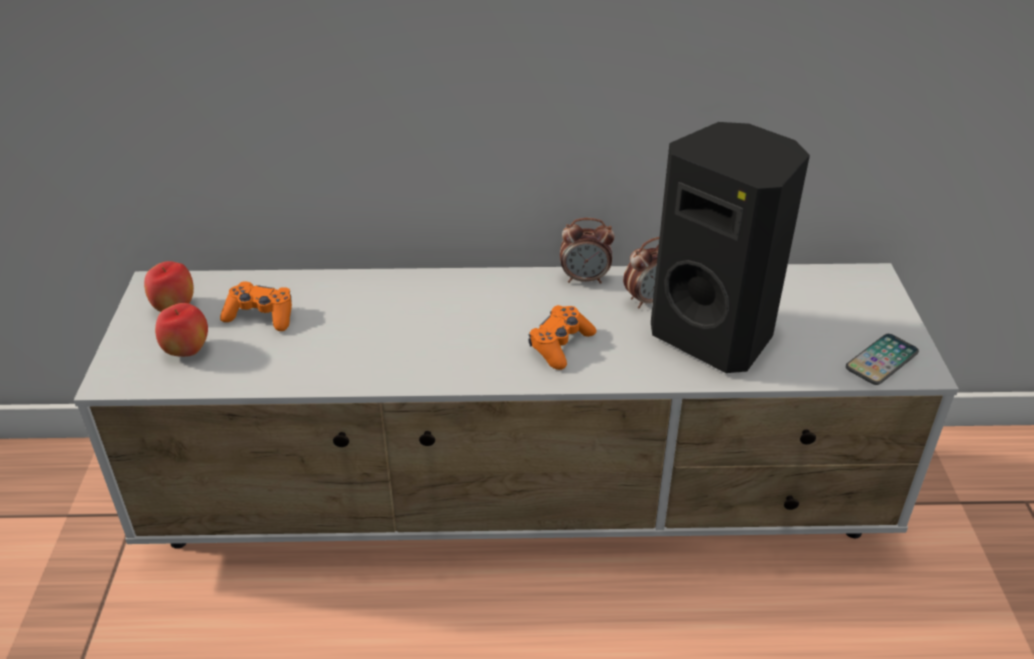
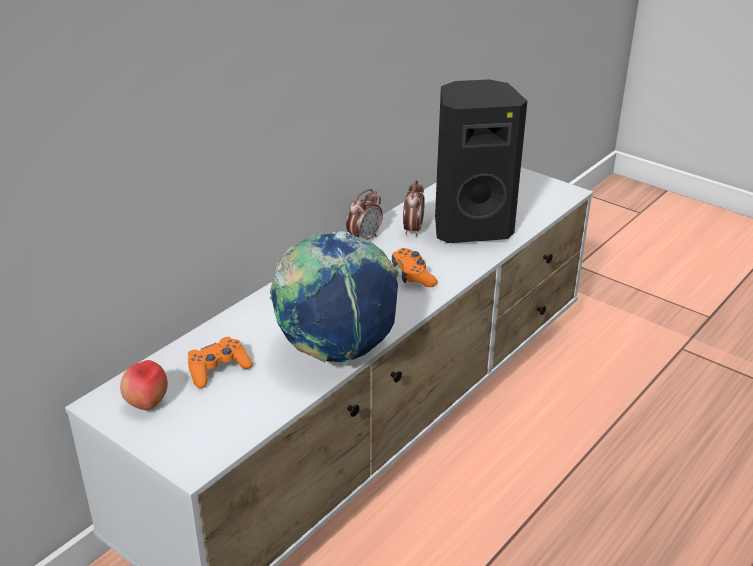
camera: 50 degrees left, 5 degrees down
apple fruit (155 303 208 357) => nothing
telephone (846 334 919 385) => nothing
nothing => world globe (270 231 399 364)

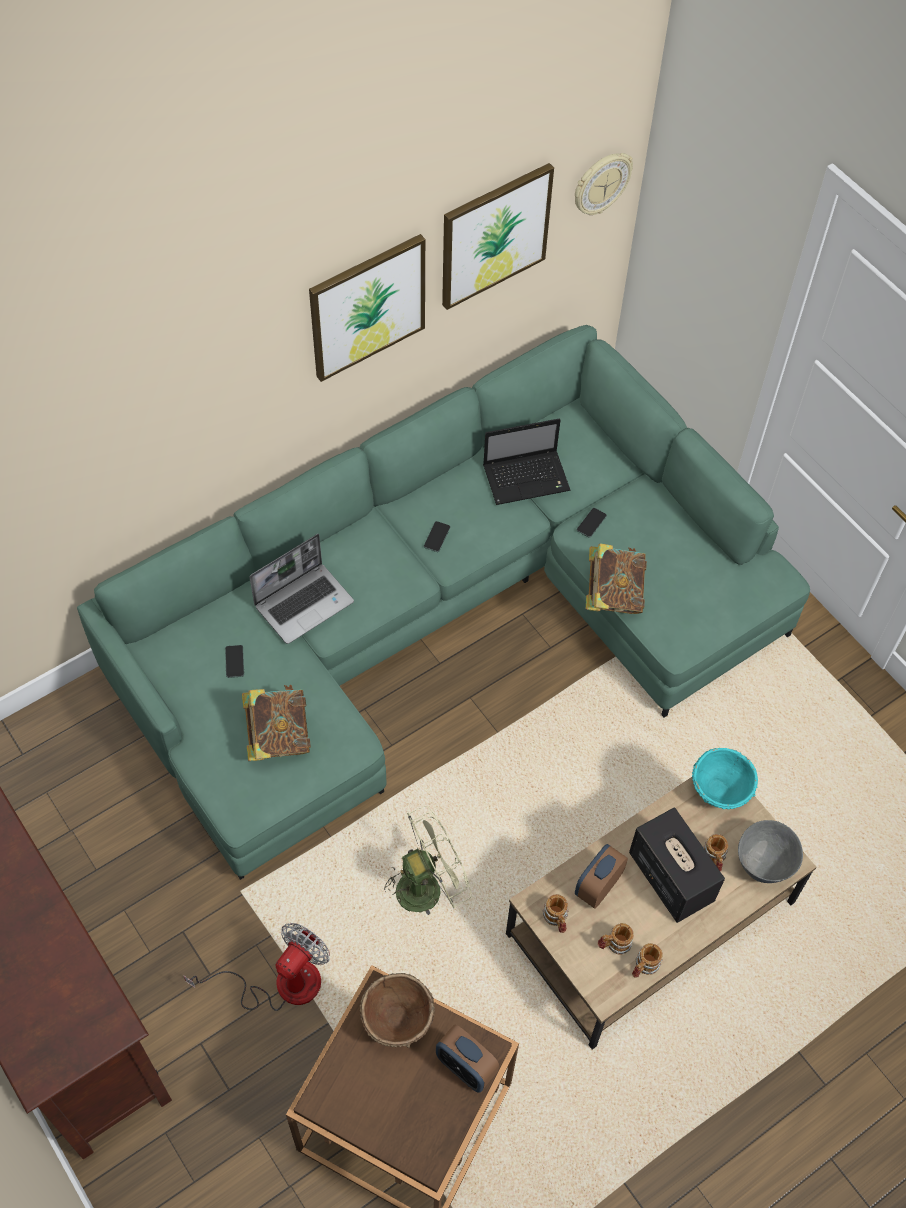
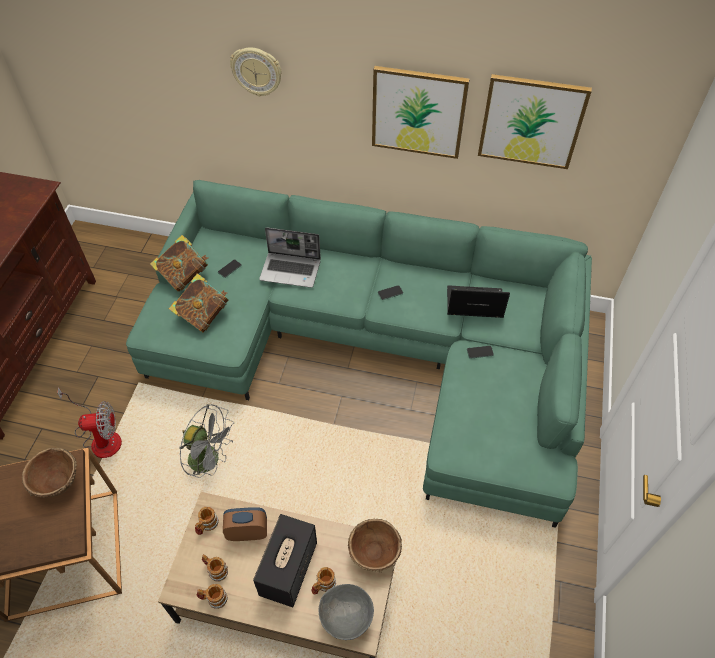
camera: 50 degrees right, 5 degrees down
greenish fan (384 806 472 915) => greyish fan (179 404 234 478)
alarm clock (436 1025 499 1093) => nothing
notebook computer (483 418 571 505) => notebook computer (447 285 510 318), 150 degrees clockwise
hanging clock (575 153 633 215) => hanging clock (230 47 282 97), shifted
bound book (586 543 647 614) => bound book (150 235 208 292), shifted
blue-green deep dish (692 748 758 809) => brown-coloured deep dish (348 519 402 573)

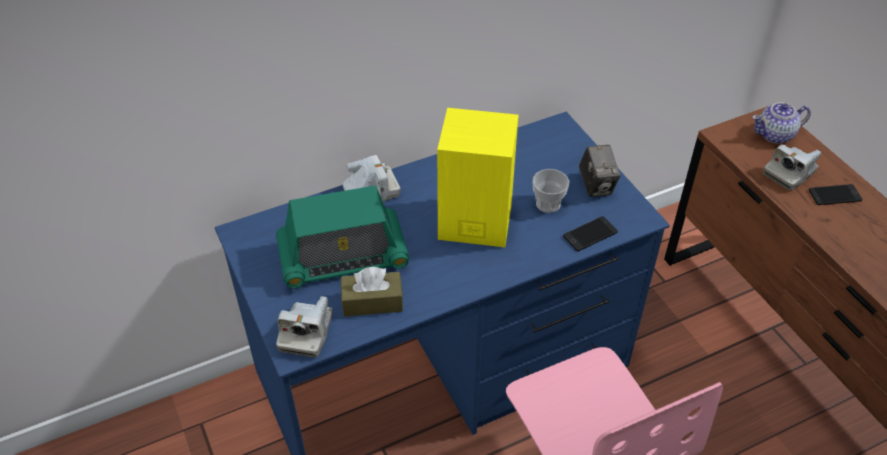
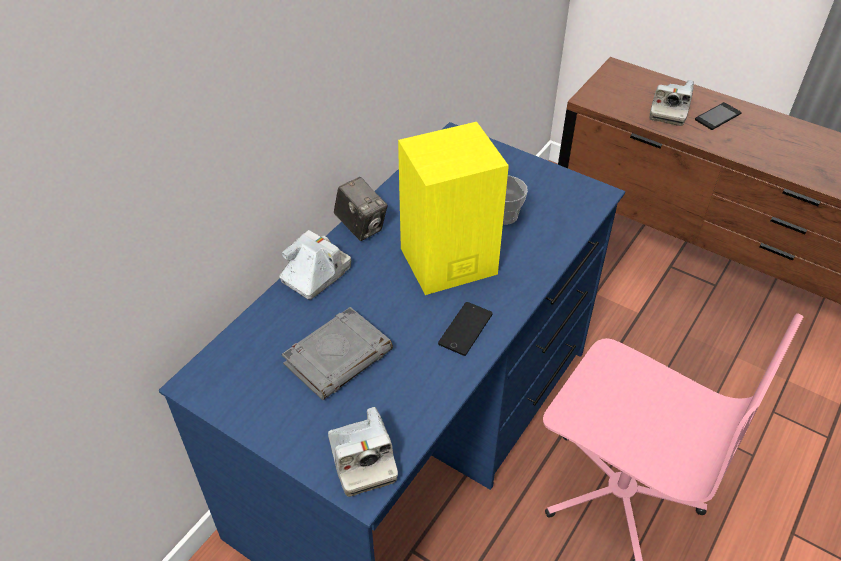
camera: 30 degrees left, 0 degrees up
radio set (276 186 409 289) => greyish bound book (282 307 393 400)
brown-coloured tissue box (341 267 403 317) => nothing
telephone (563 216 618 252) => telephone (438 302 493 356), shifted
still camera (579 145 621 197) => still camera (334 177 388 241), shifted
teapot (752 102 811 144) => nothing

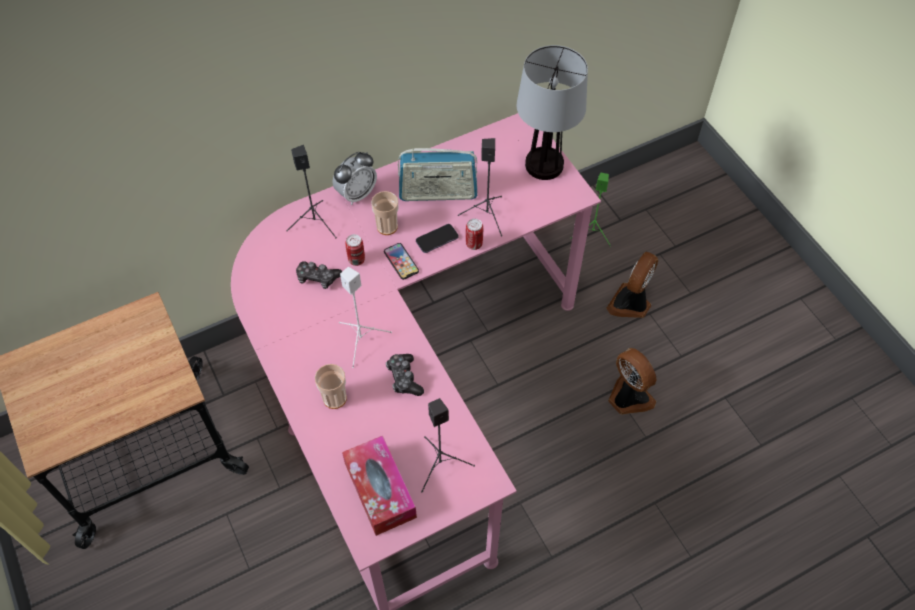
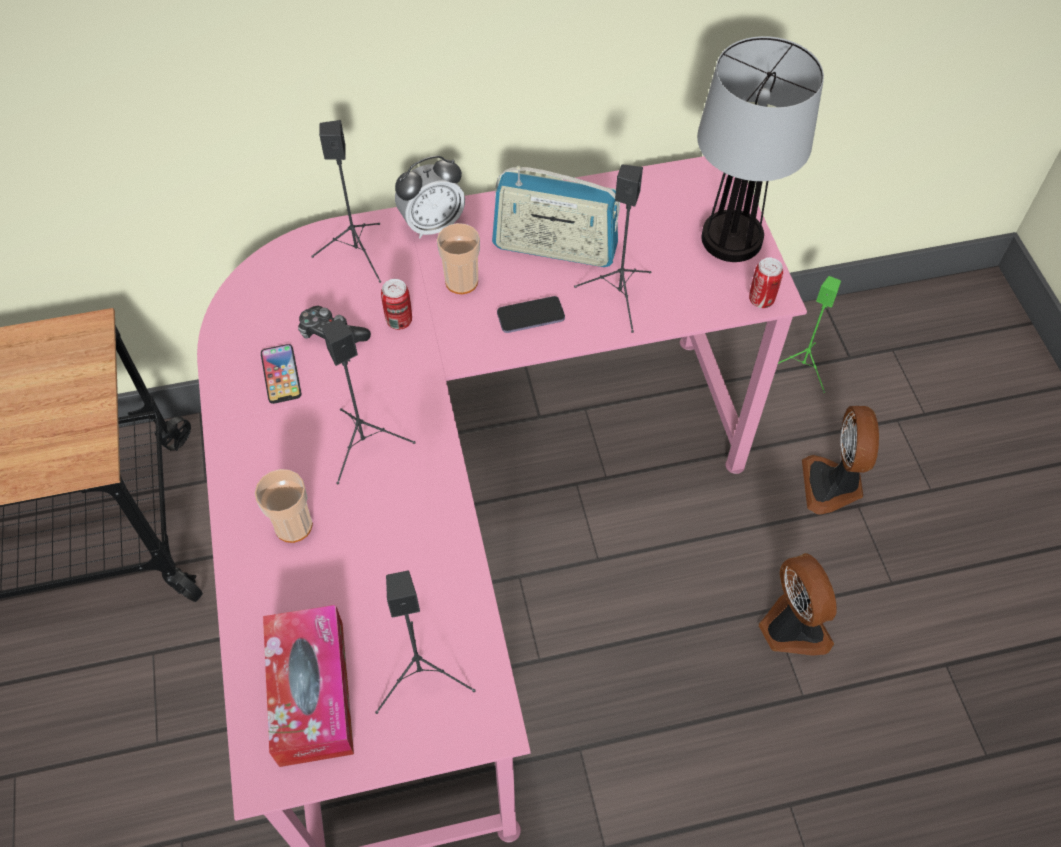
camera: 15 degrees right, 0 degrees up
whitish speaker (339 267 392 368) => black-coloured speaker (322 318 415 485)
telephone (384 243 419 280) => telephone (261 344 301 404), shifted
joypad (386 354 424 396) => nothing
can (466 219 483 250) => can (749 257 783 308), shifted
fan (606 252 658 318) => fan (802 406 879 515), 45 degrees counterclockwise

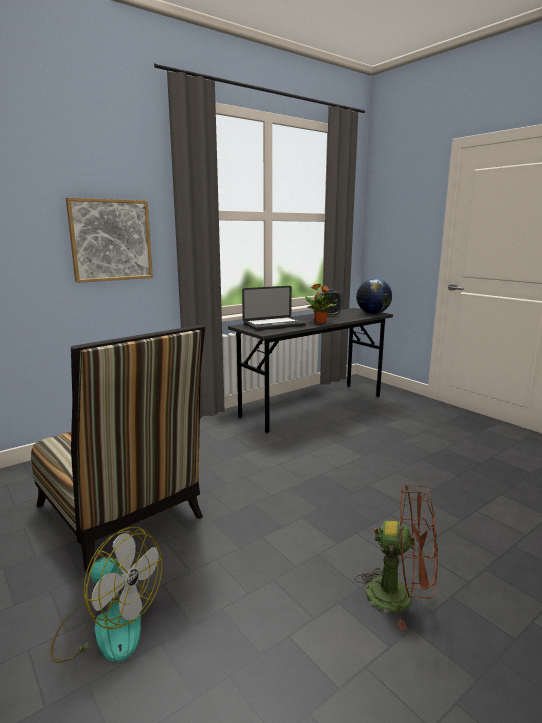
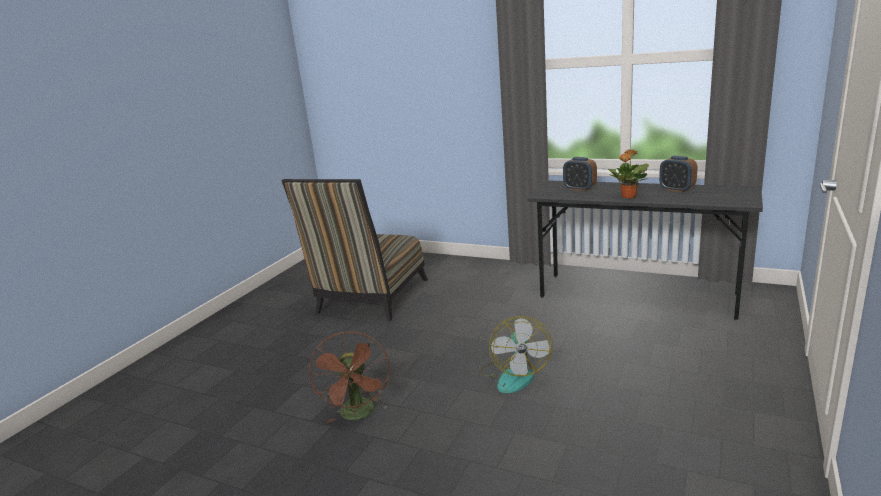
camera: 65 degrees right, 5 degrees up
fan (50 527 162 663) => fan (479 316 552 393), shifted
picture (66 197 153 283) => nothing
notebook computer (242 286 306 330) => alarm clock (563 157 597 191)
world globe (356 279 392 314) => nothing

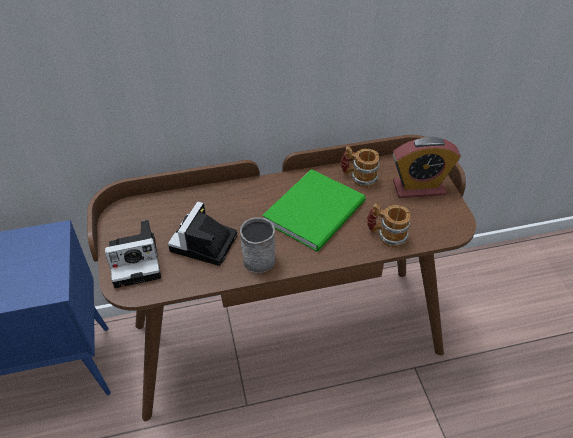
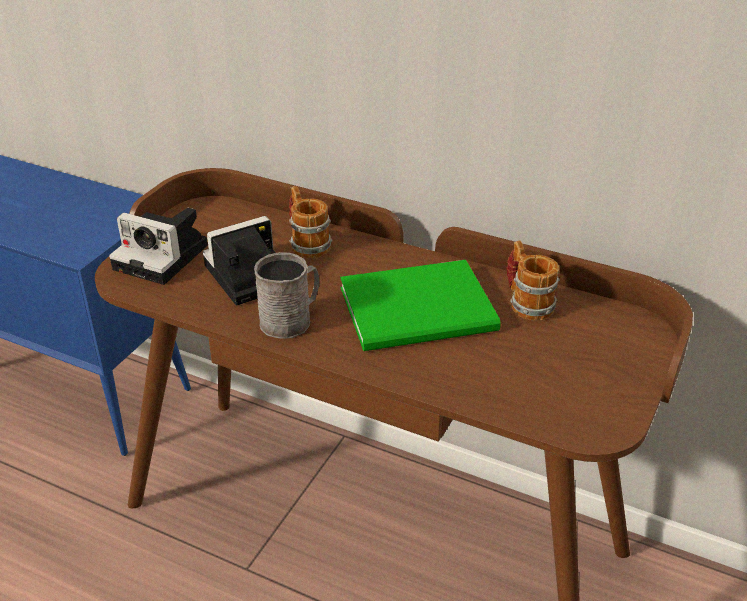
camera: 40 degrees right, 10 degrees down
tea mug (367 203 411 248) => tea mug (289 186 332 258), shifted
alarm clock (393 137 461 198) => nothing

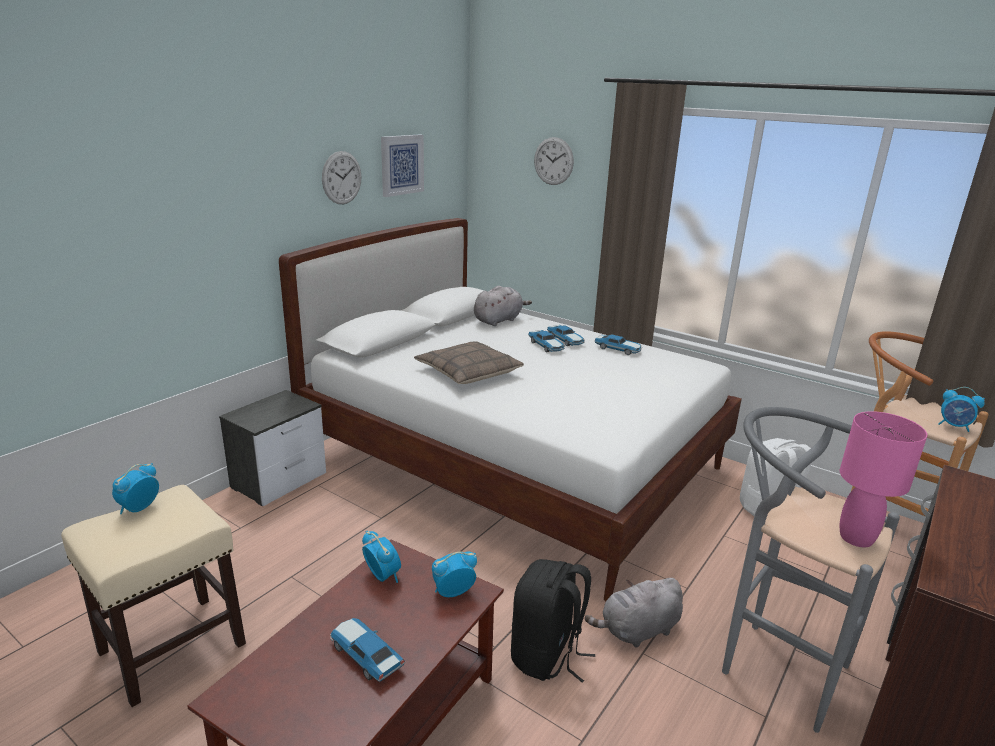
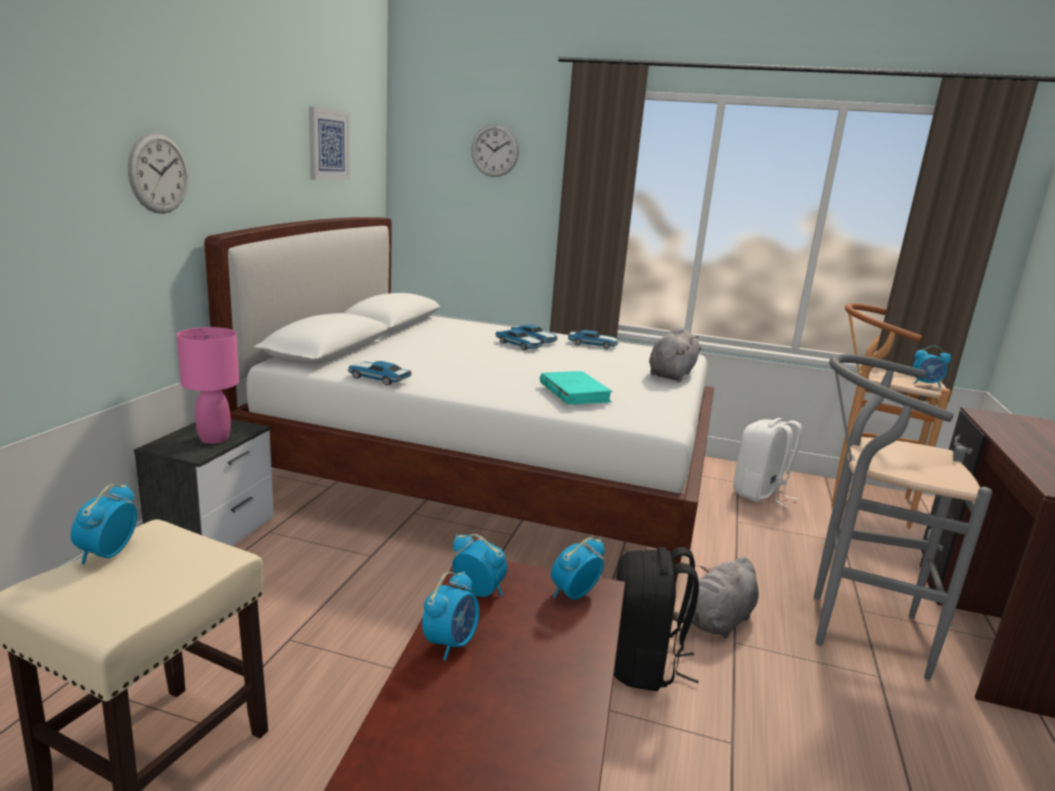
camera: 20 degrees left, 5 degrees down
hanging clock (322 151 361 204) => hanging clock (128 132 188 214), shifted
toy car (330 618 405 682) => toy car (347 361 412 386), shifted
pillow (414 341 524 384) => nothing
greyish cuddly toy (474 286 532 326) => greyish cuddly toy (649 327 701 382), shifted
pinkish lamp for a table (840 411 927 547) => pinkish lamp for a table (177 327 239 444), shifted
nothing => alarm clock (422 571 479 661)
nothing => blue-green bound book (540 371 613 405)

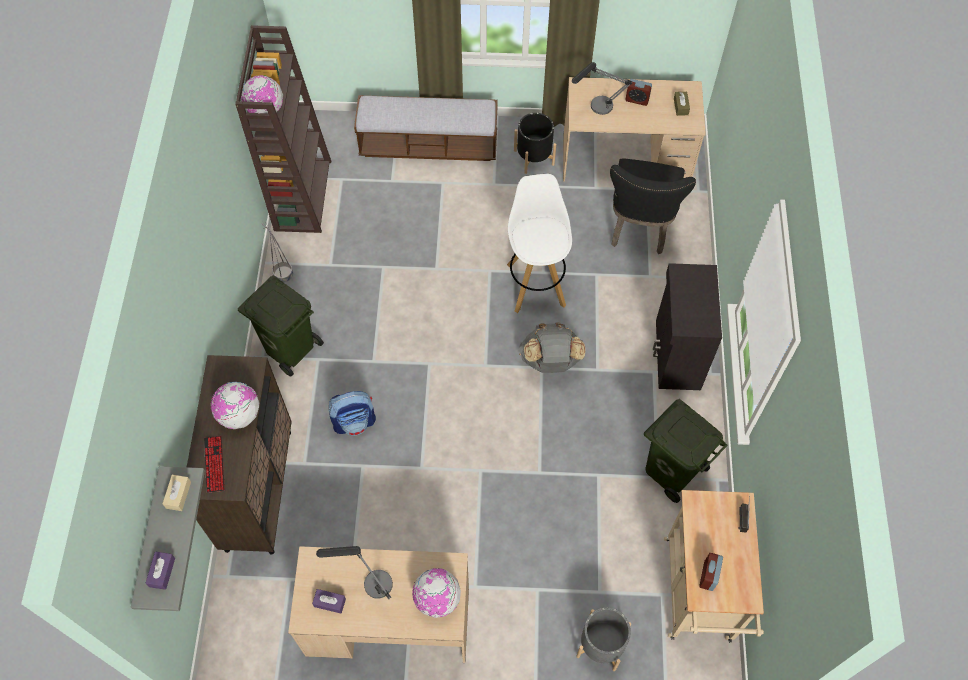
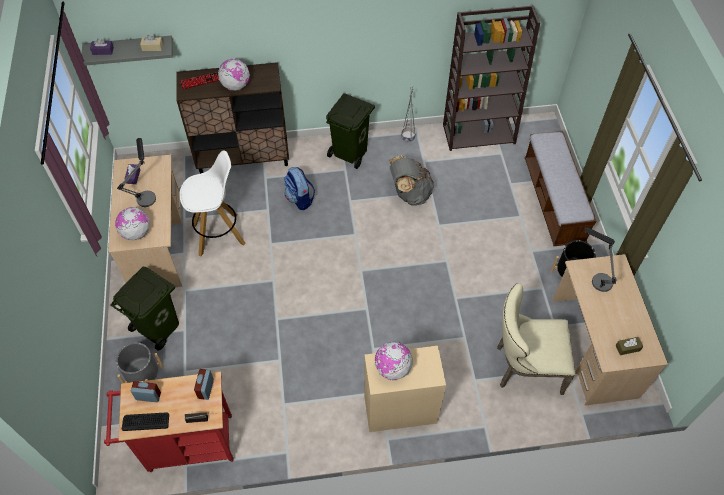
camera: 80 degrees right, 5 degrees down
world globe (241 75 283 113) => world globe (375 342 413 380), shifted
whitish stool (507 174 572 313) => whitish stool (179 150 246 256), shifted
greyish backpack (519 322 586 373) => greyish backpack (389 155 434 206), shifted
black-coloured upright chair (610 159 696 254) => beige upright chair (497 283 575 395)
alarm clock (625 79 652 106) => alarm clock (194 369 214 400), shifted
greenish waste bin (644 399 728 503) => greenish waste bin (110 266 179 350), shifted
black-coloured cabinet (653 263 722 390) => beige cabinet (364 346 446 432)
beige wheeled cart (664 490 764 643) => red-coloured wheeled cart (104 372 234 472)
nothing => computer keyboard (122 412 169 431)

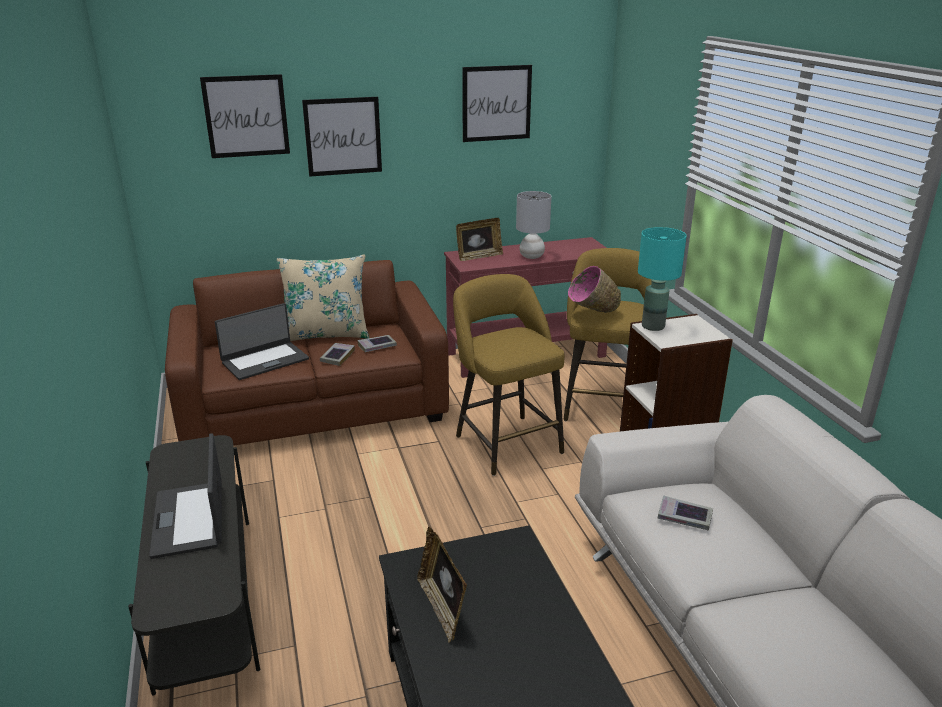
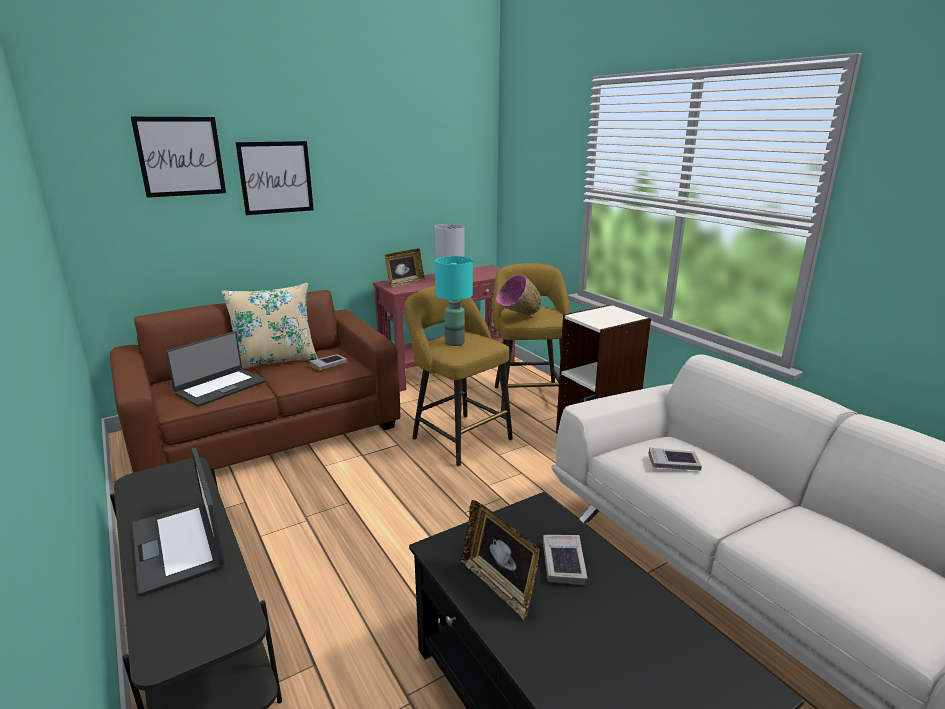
camera: 15 degrees left, 5 degrees down
bound book (320 343 355 366) => bound book (543 535 588 585), shifted
picture (462 65 532 142) => nothing
blue-green lamp for a table (638 227 687 331) => blue-green lamp for a table (435 256 473 346), shifted

